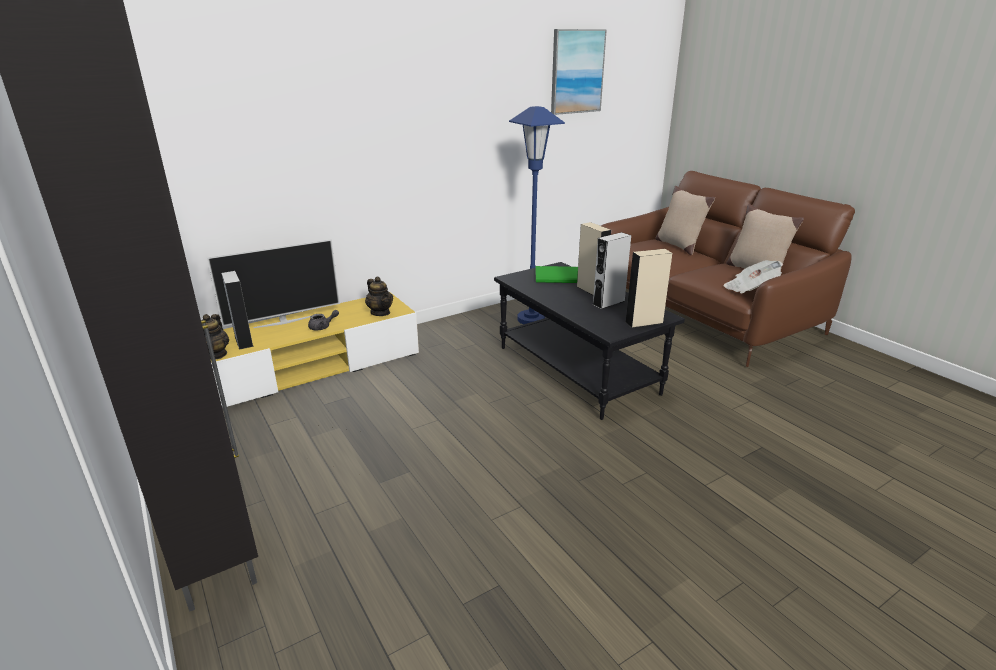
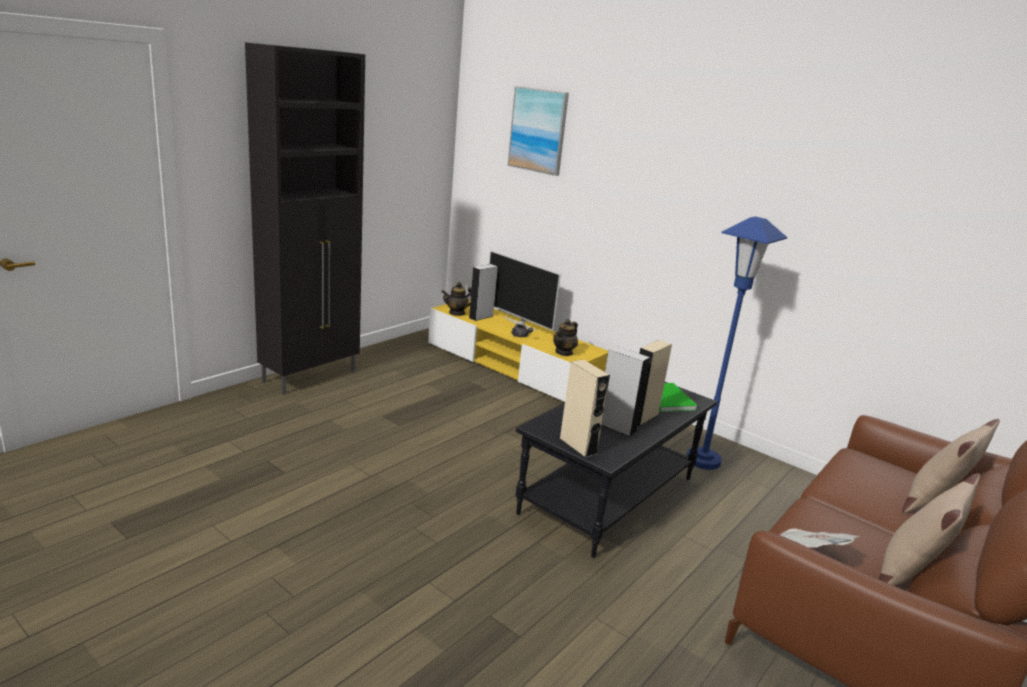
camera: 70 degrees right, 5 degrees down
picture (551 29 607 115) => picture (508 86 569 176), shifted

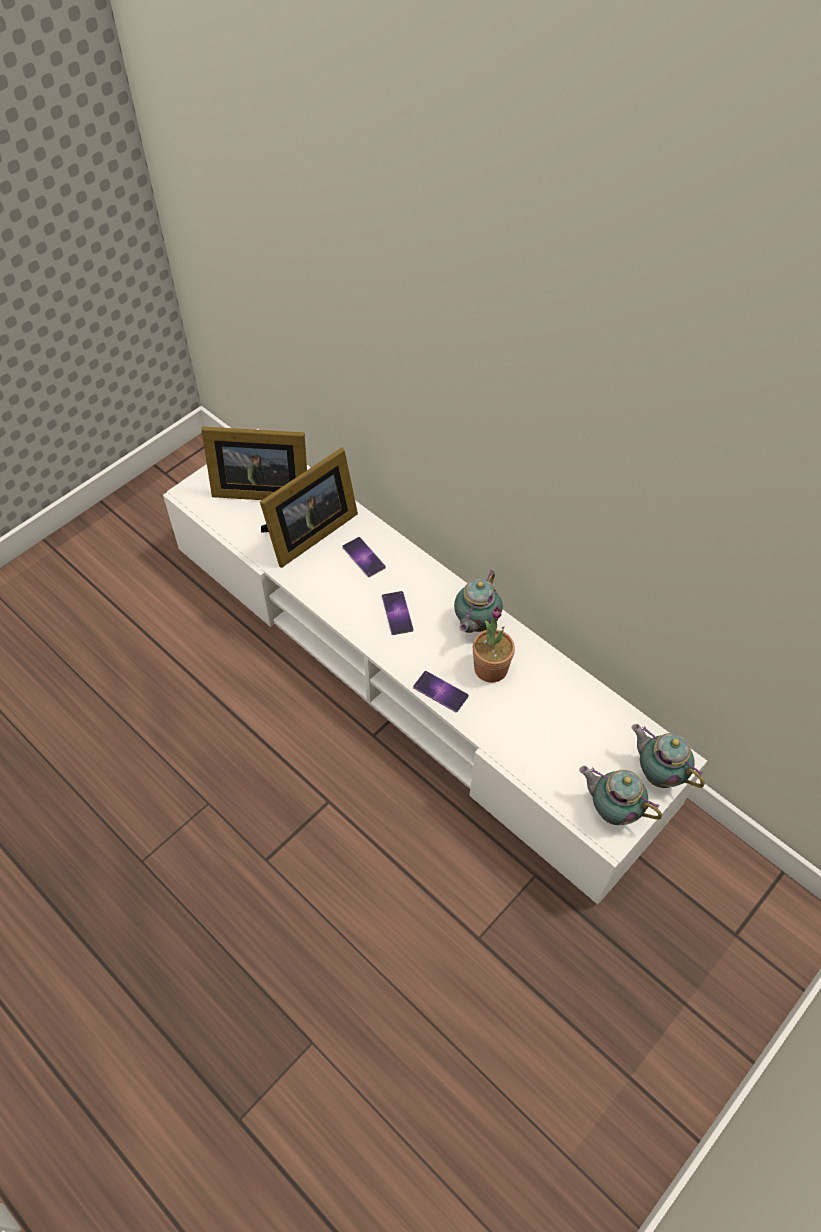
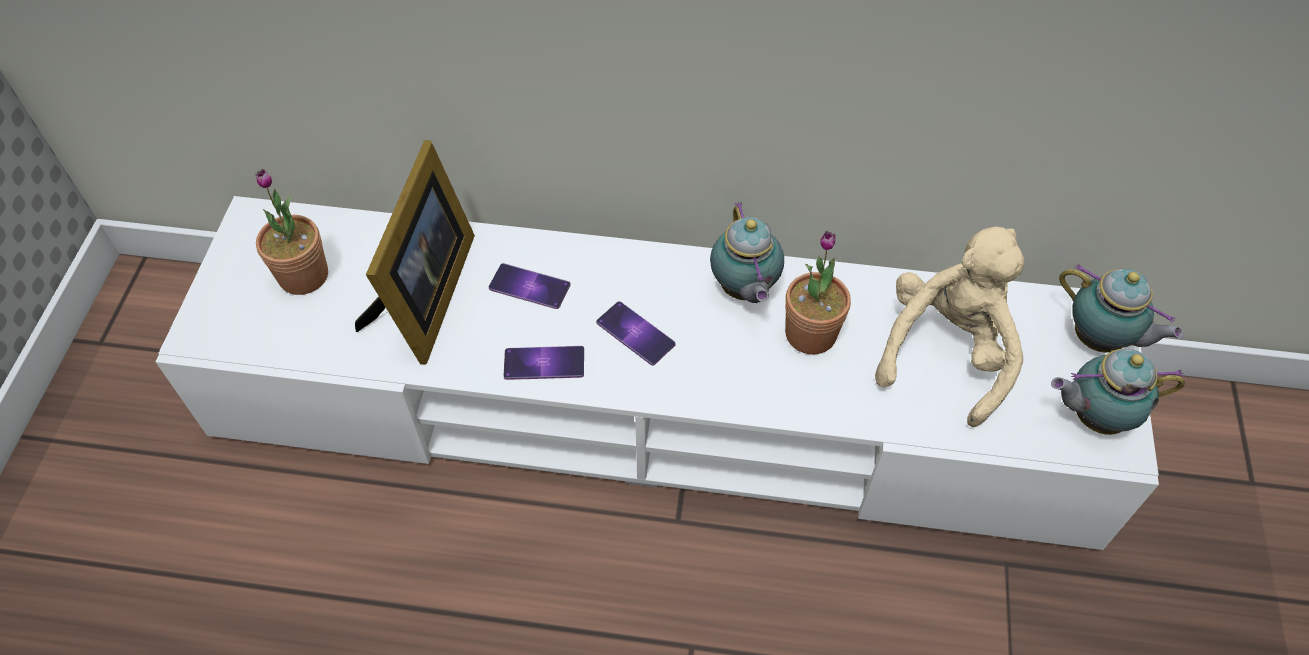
camera: 35 degrees left, 0 degrees up
picture frame (201 426 307 500) => potted plant (255 169 328 295)
telephone (413 671 469 712) => telephone (504 346 584 380), shifted
teapot (632 724 705 788) => teapot (1059 264 1184 353), 150 degrees counterclockwise
nothing => beige cuddly toy (875 227 1025 427)

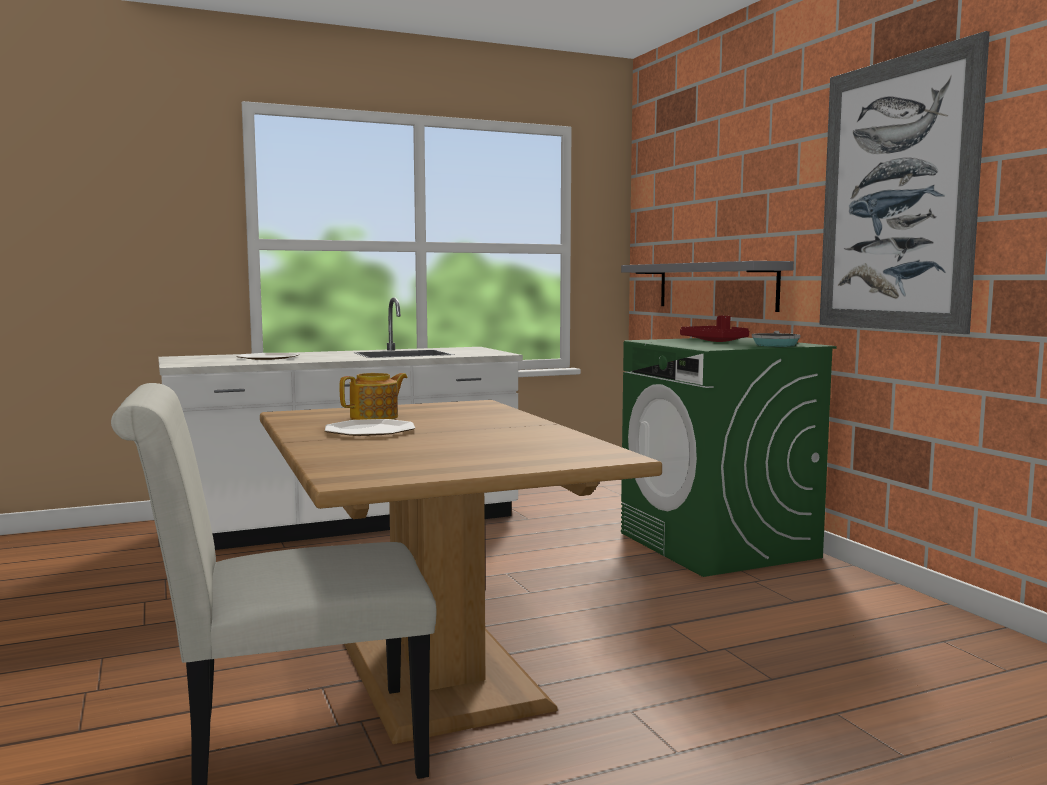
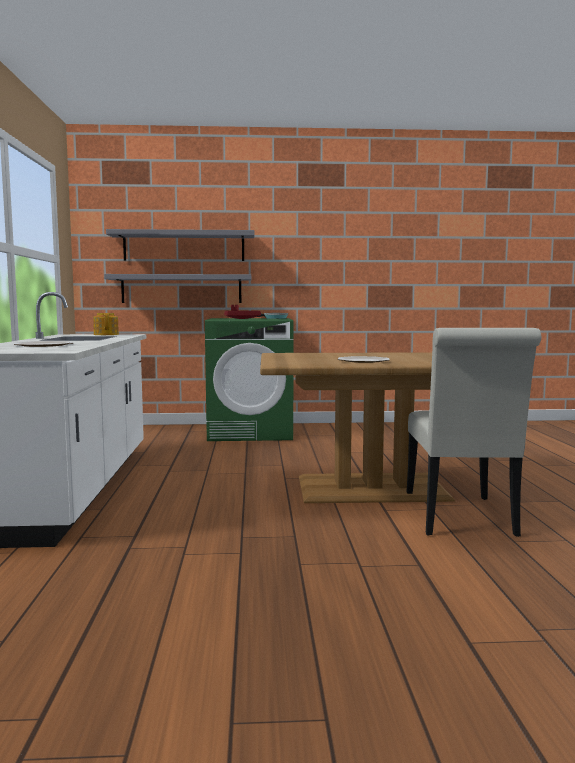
camera: 70 degrees left, 0 degrees up
teapot (340 373 408 420) => teapot (93 313 119 335), shifted
picture (819 31 990 334) => nothing
nothing => greyish wall shelf (106 229 254 261)

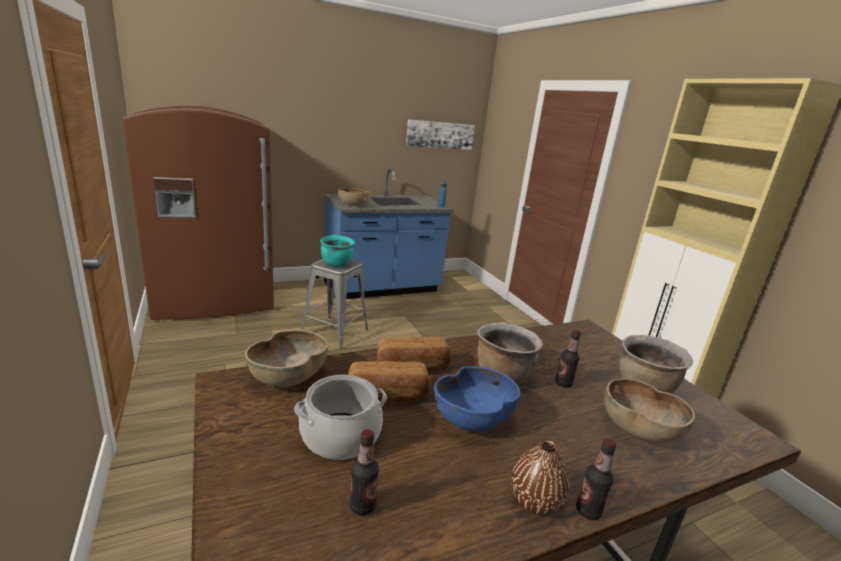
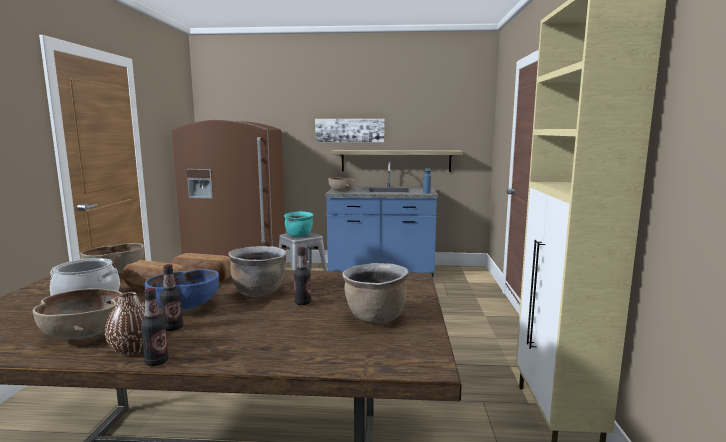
camera: 30 degrees right, 10 degrees down
beverage bottle (349 429 379 516) => beverage bottle (160 264 183 331), shifted
picture (406 119 475 150) => picture (315 119 385 142), shifted
brown-coloured deep dish (604 378 695 442) => brown-coloured deep dish (33 288 122 339), shifted
nothing => wall shelf (331 150 463 172)

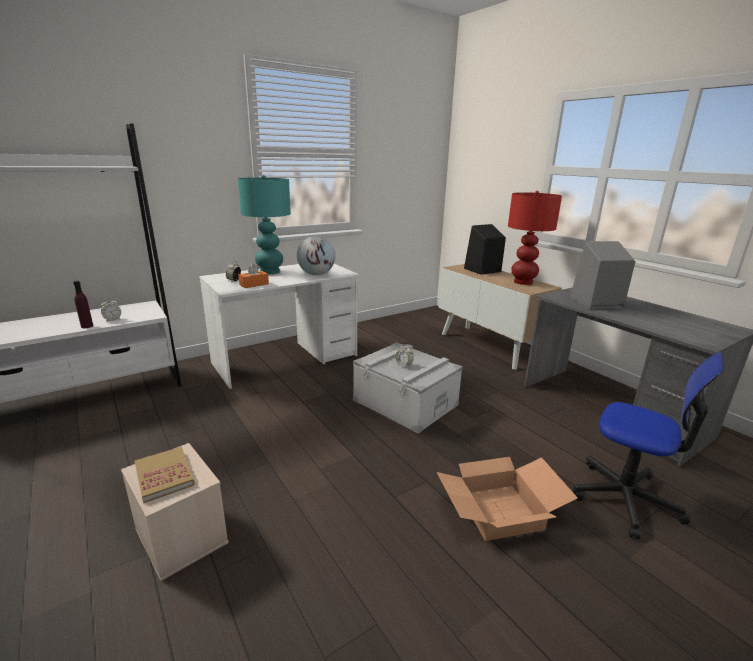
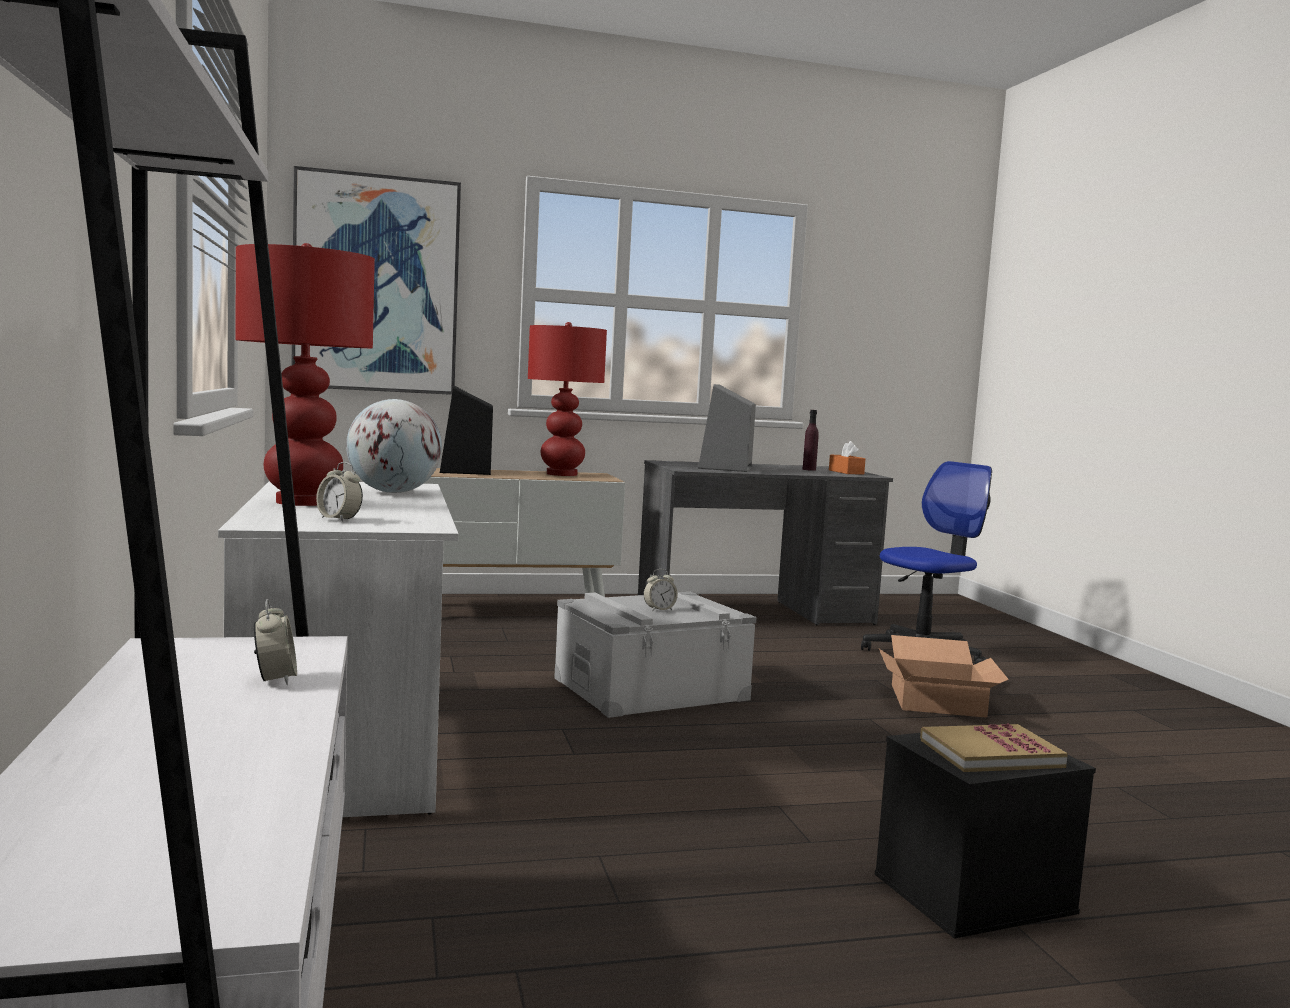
camera: 70 degrees left, 15 degrees down
purple-coloured beverage bottle (73 281 93 328) => purple-coloured beverage bottle (803 410 819 471), shifted
beige storage container (121 443 229 581) => black-coloured storage container (875 733 1096 939)
blue-green lamp for a table (238 175 291 274) => red-coloured lamp for a table (235 243 375 506)
orange-coloured tissue box (238 263 269 288) => orange-coloured tissue box (829 441 866 475), shifted
nothing => picture (292 166 461 395)

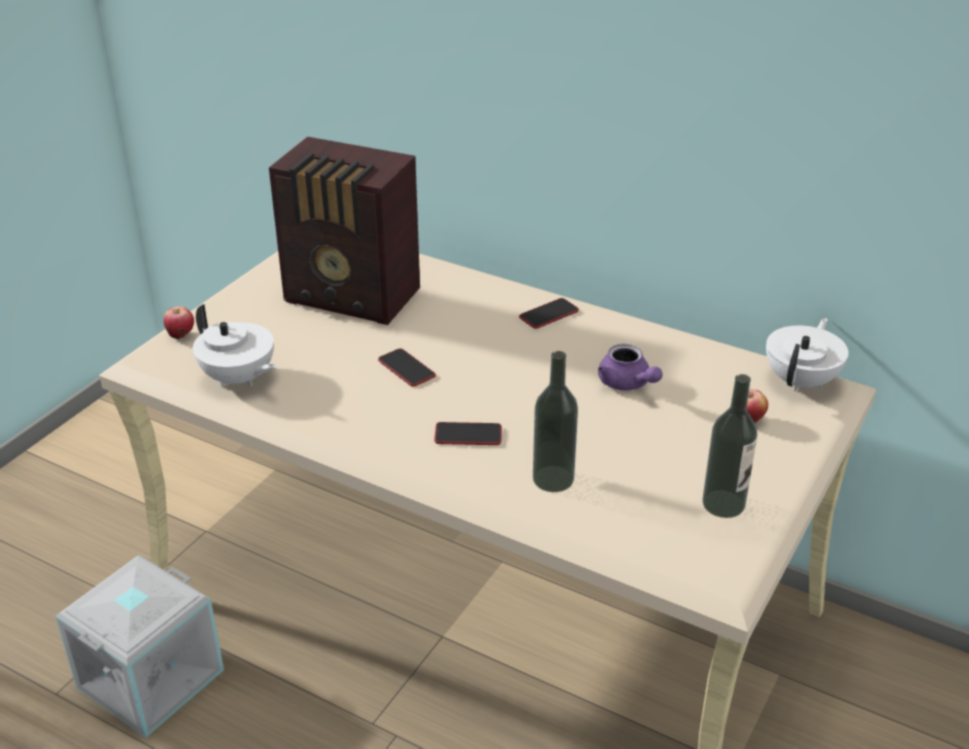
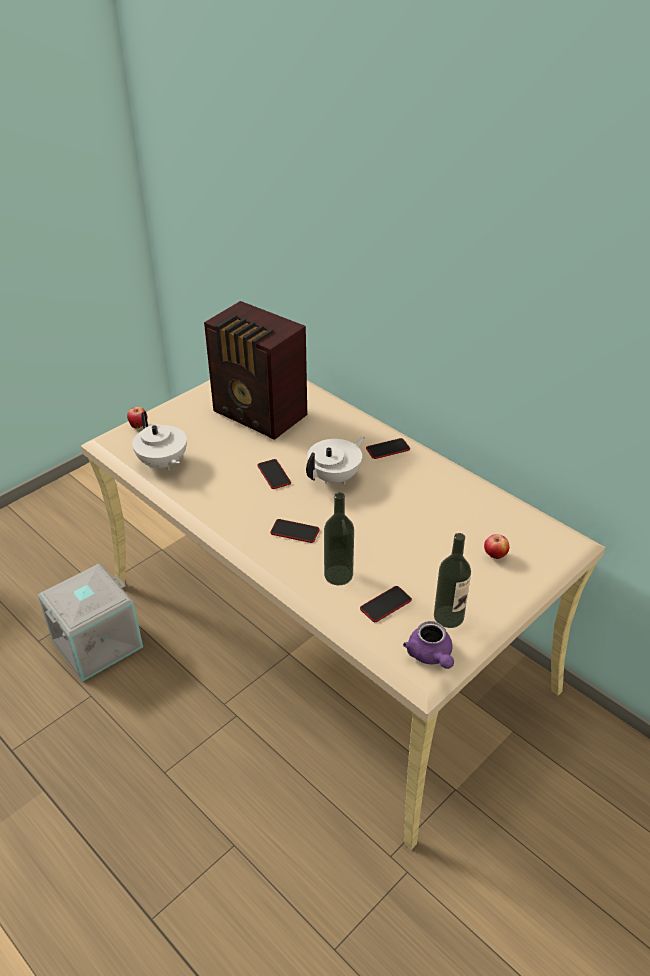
camera: 15 degrees right, 5 degrees up
purple-coloured teapot (598 344 663 391) => purple-coloured teapot (403 621 454 669), shifted
whitish teapot (766 318 849 391) => whitish teapot (306 437 365 485), shifted
nothing => telephone (360 586 412 622)

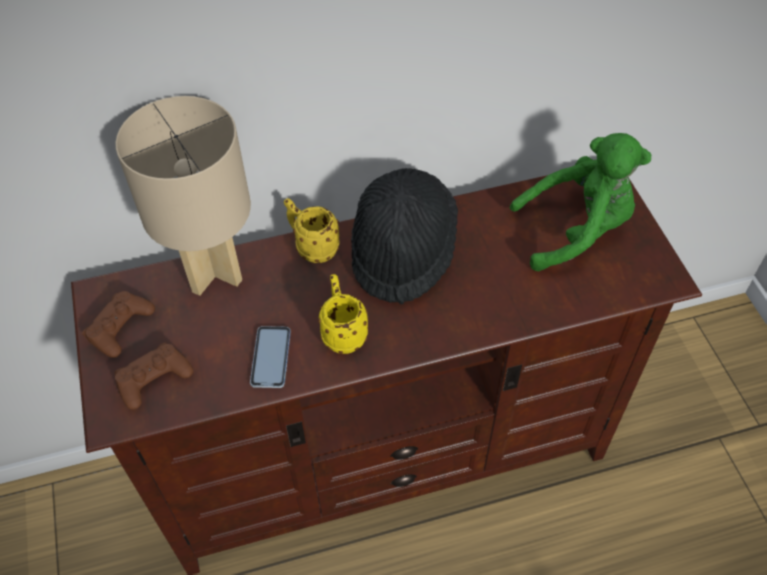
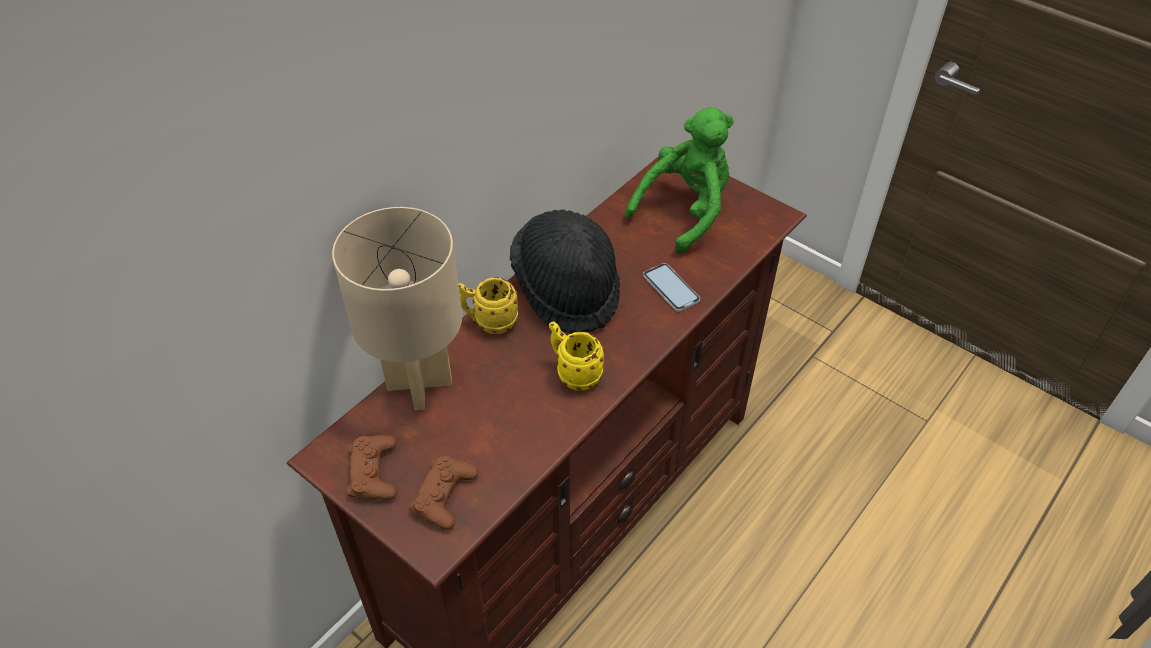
camera: 35 degrees left, 5 degrees down
telephone (250 326 291 388) => telephone (643 263 700 312), shifted

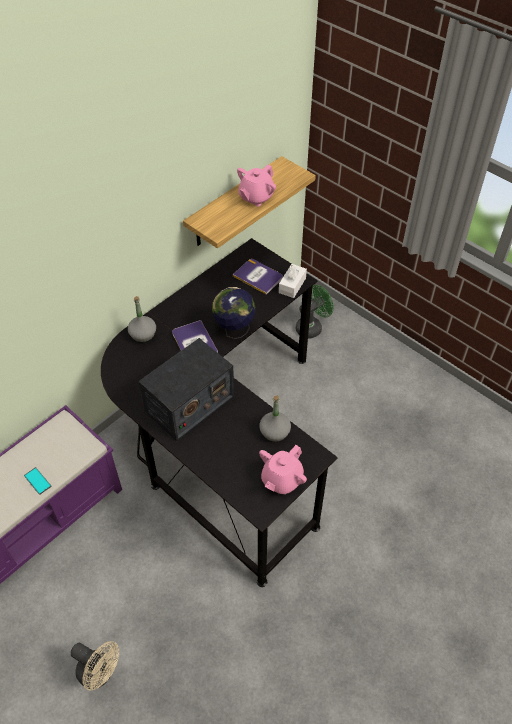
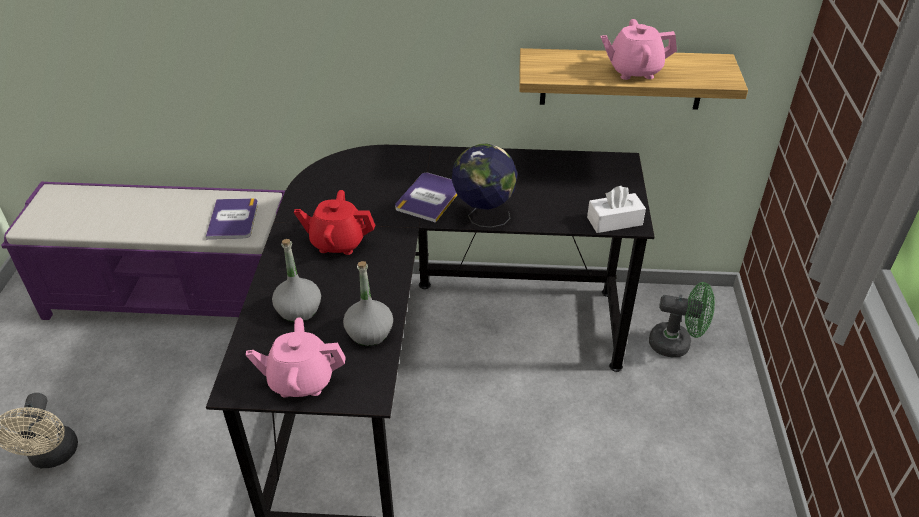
camera: 50 degrees right, 10 degrees down
telephone (24 467 51 495) => nothing
greyish beverage bottle (128 296 156 343) => greyish beverage bottle (272 239 321 322), shifted
radio set (138 338 234 441) => red-coloured teapot (294 190 375 255)
bound book (233 259 283 295) => bound book (206 198 258 239), shifted

